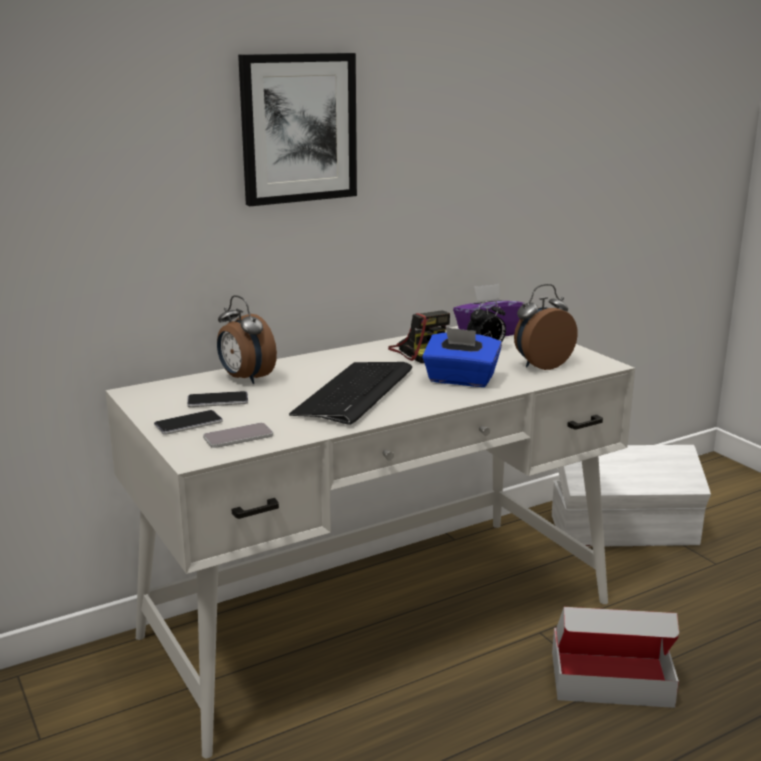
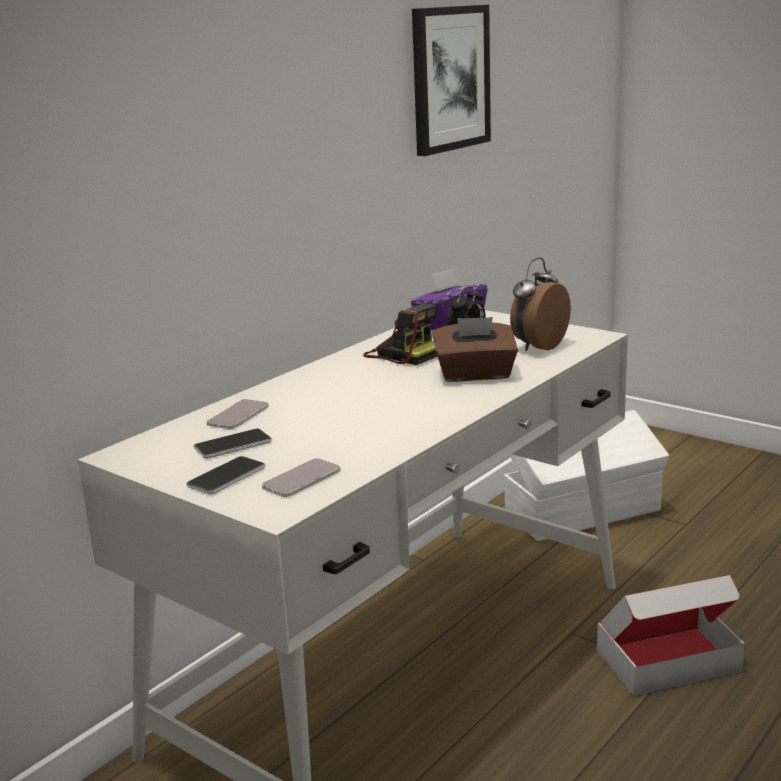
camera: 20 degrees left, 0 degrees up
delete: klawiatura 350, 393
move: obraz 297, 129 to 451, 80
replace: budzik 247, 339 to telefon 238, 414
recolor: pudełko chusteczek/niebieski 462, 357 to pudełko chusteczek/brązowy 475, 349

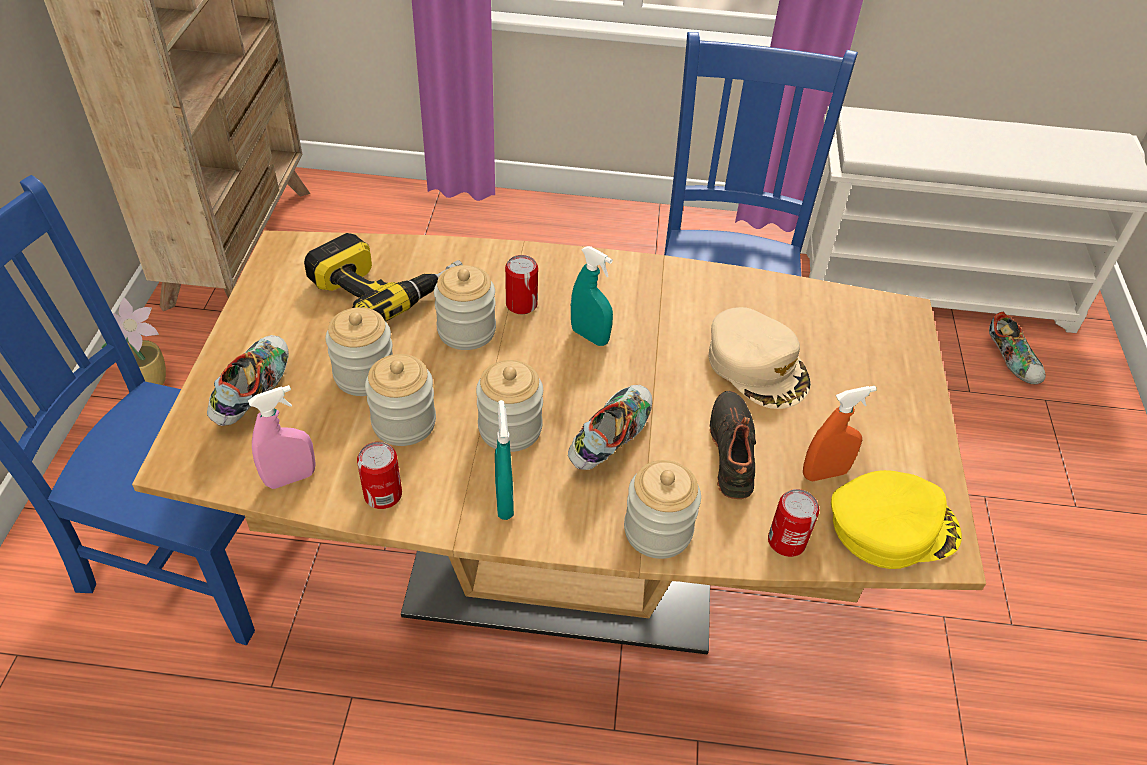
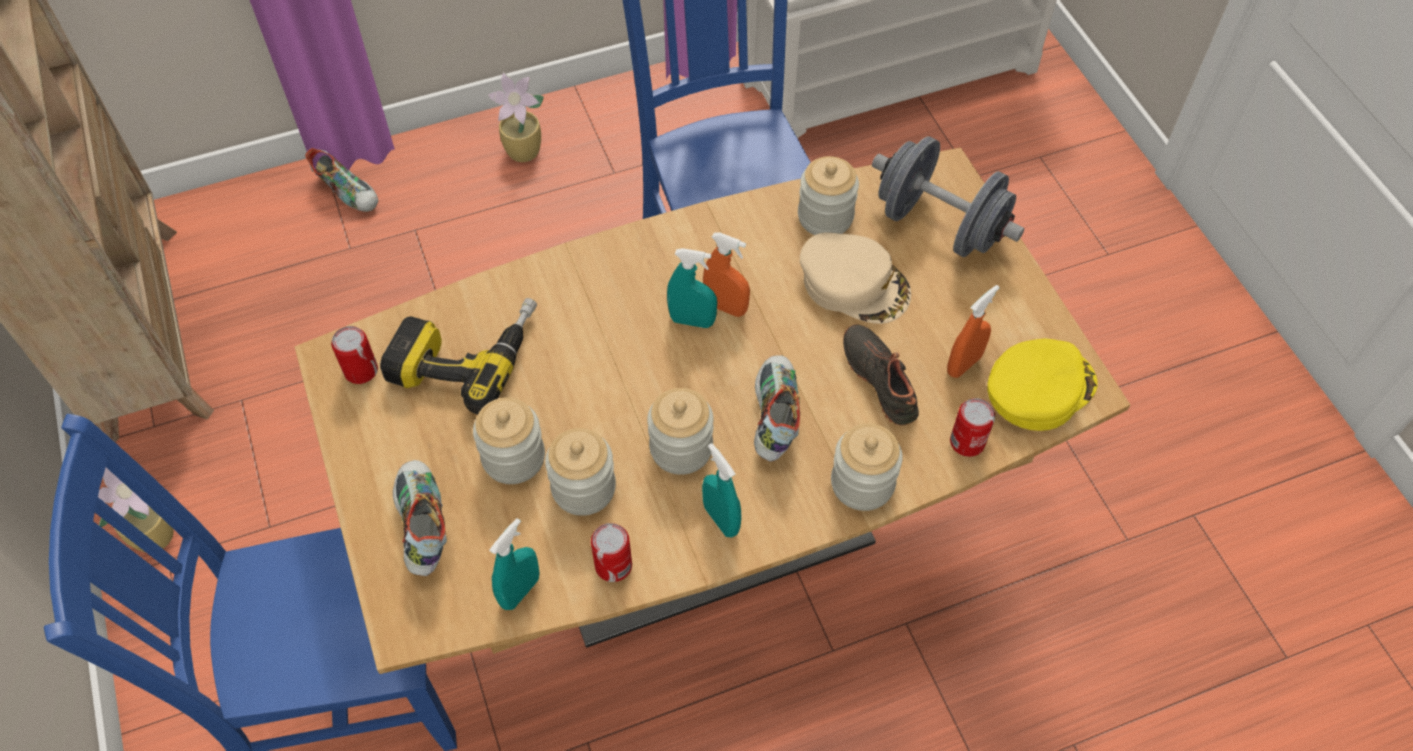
camera: 25 degrees left, 10 degrees up
insert: roślina doniczkowa 516, 117; spryskiwacz/pomarańczowy 726, 275; hantel/szary 948, 196
move: słoik 465, 307 to 828, 195; puszka 521, 284 to 354, 355; but 1017, 348 to 341, 180
recolor: spryskiwacz/różowy 282, 437 to spryskiwacz/turkusowy 514, 564

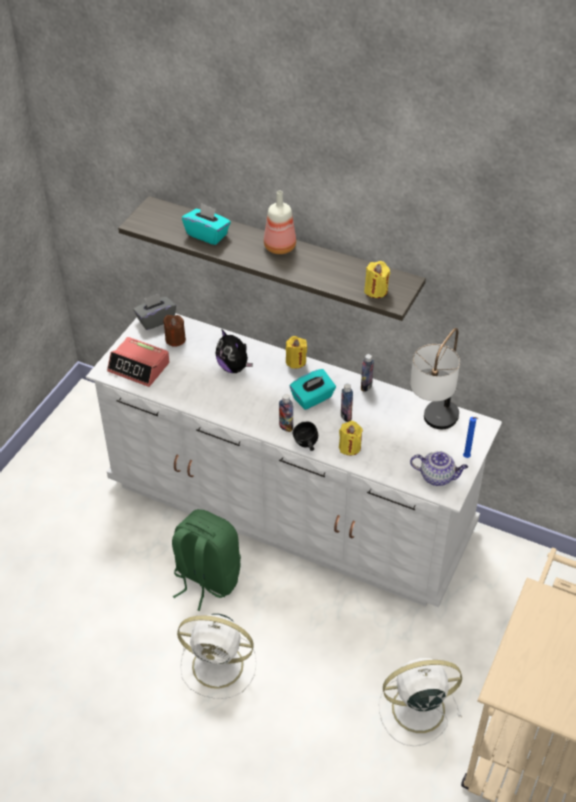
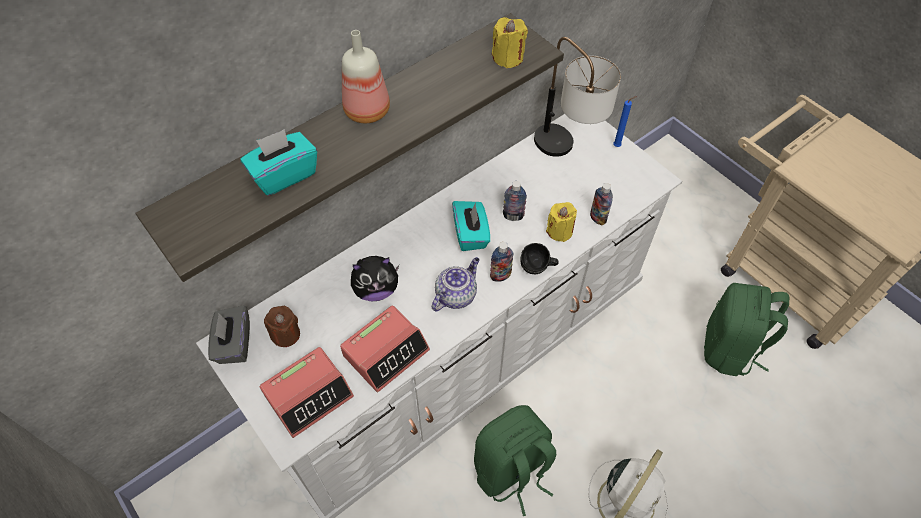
camera: 65 degrees left, 10 degrees up
delete: świeca/żółty 296, 352
insert: budzik 385, 349
move: butelka 367, 373 to 601, 204; imbryk 439, 468 to 456, 284
replace: wentylator/biały 420, 702 to plecak/zielony 746, 329

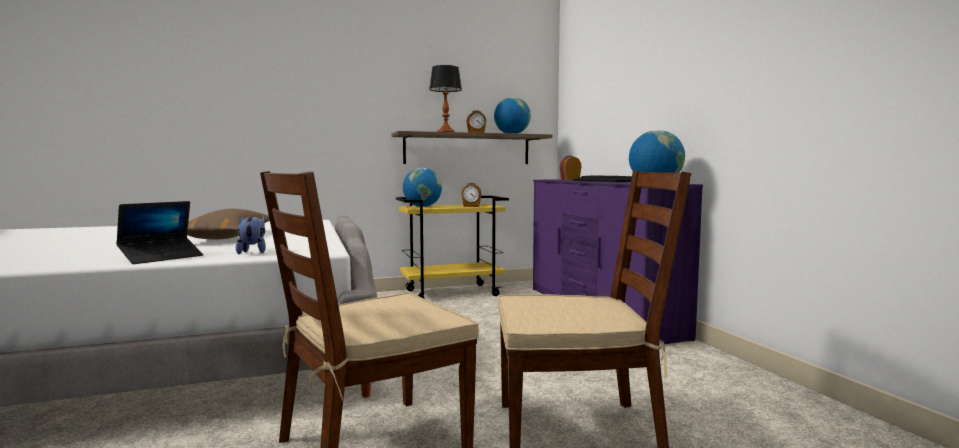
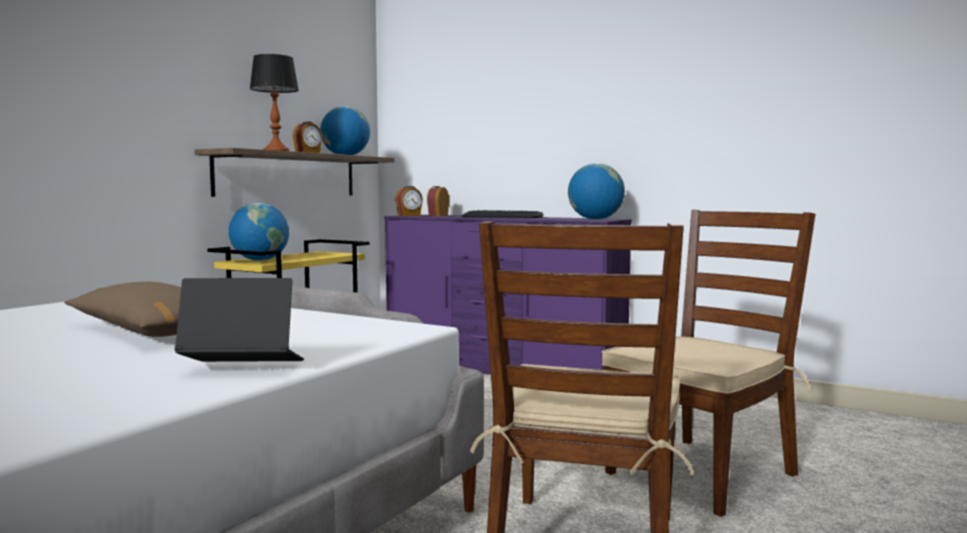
camera: 40 degrees left, 0 degrees up
delete: pluszak 251, 234
move: budzik 471, 195 to 409, 201
rotate: laptop 159, 232 = 239, 320 90 degrees counterclockwise

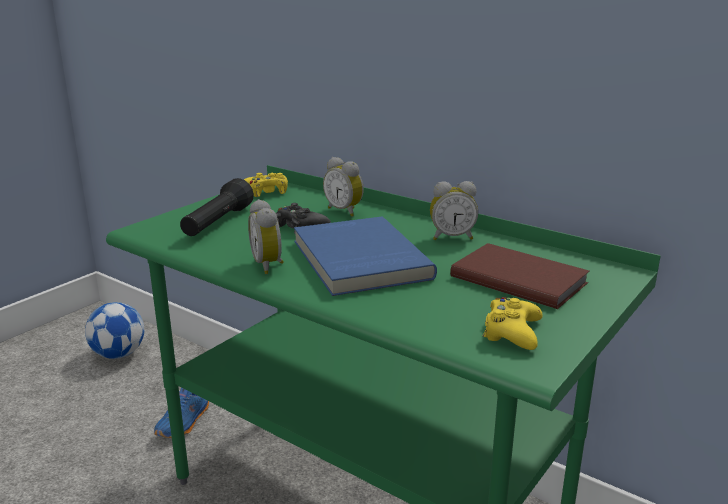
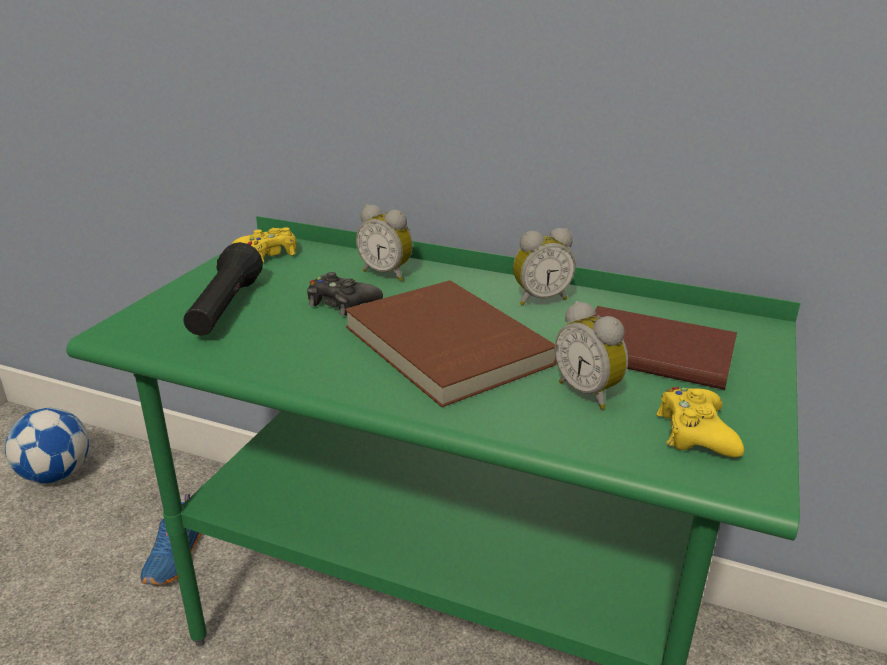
camera: 15 degrees left, 5 degrees up
move: budzik 266, 236 to 591, 355
recolor: książka/niebieski 365, 256 to książka/brązowy 451, 343

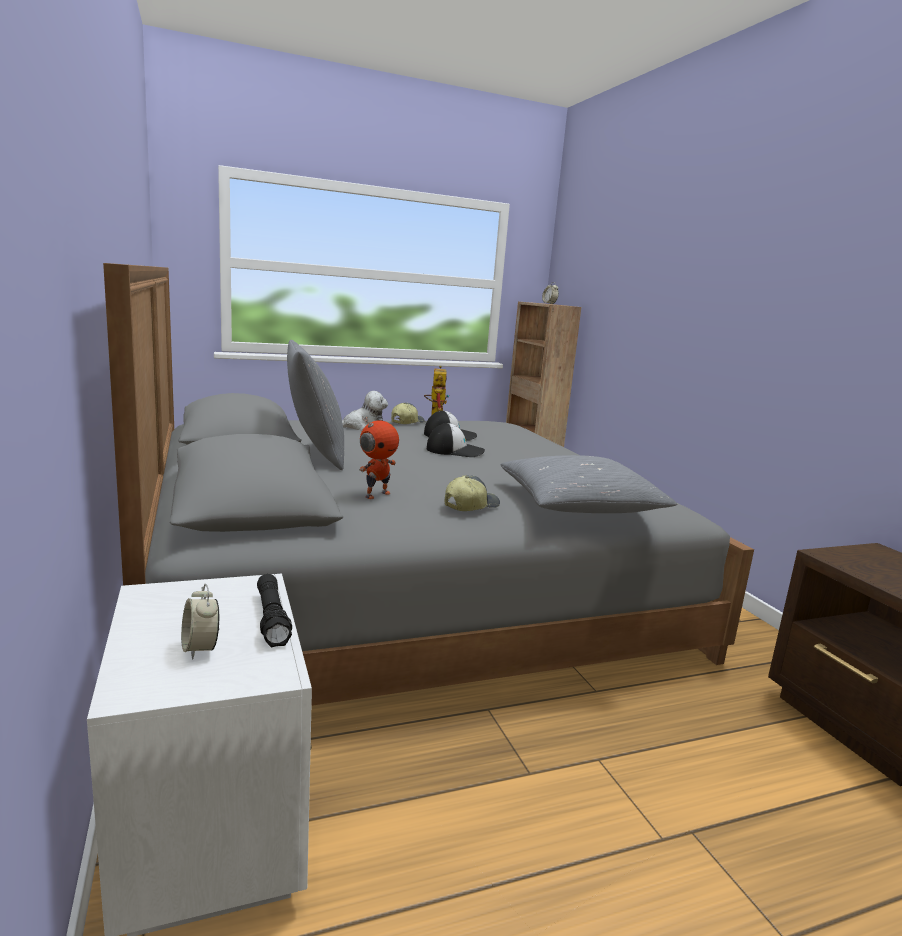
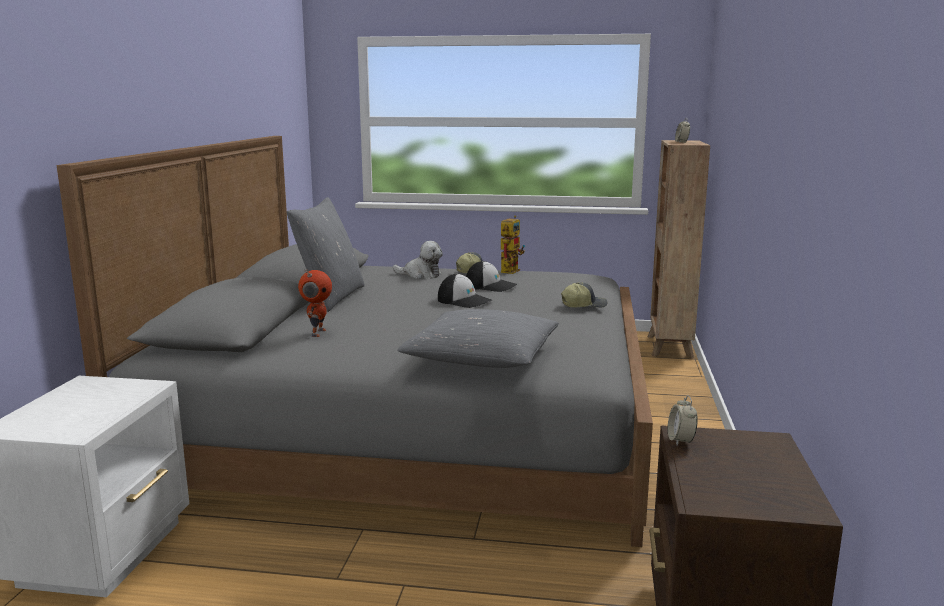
camera: 30 degrees right, 0 degrees up
delete: latarka/czarny 274, 610
move: budzik 200, 621 to 683, 420; czapka z daszkiem 472, 493 to 584, 294
rotate: robot zabawkowy 379, 457 = 315, 303 60 degrees counterclockwise

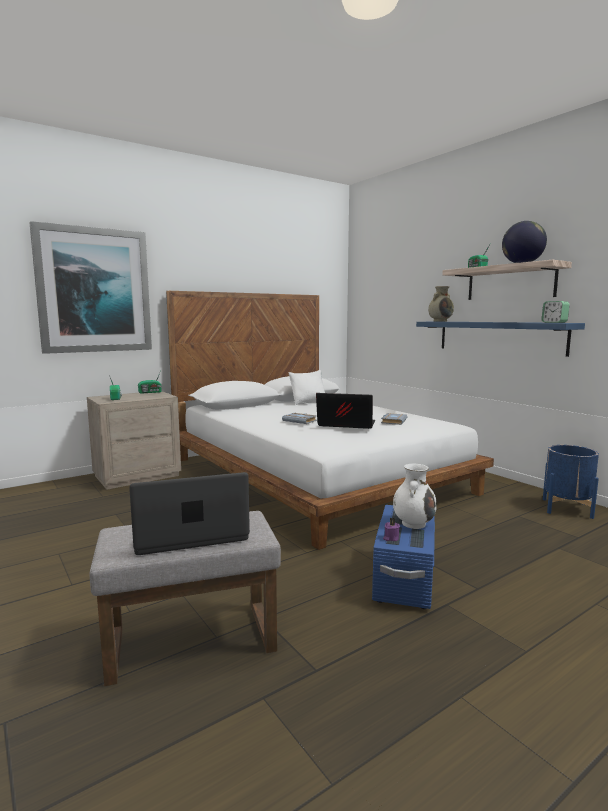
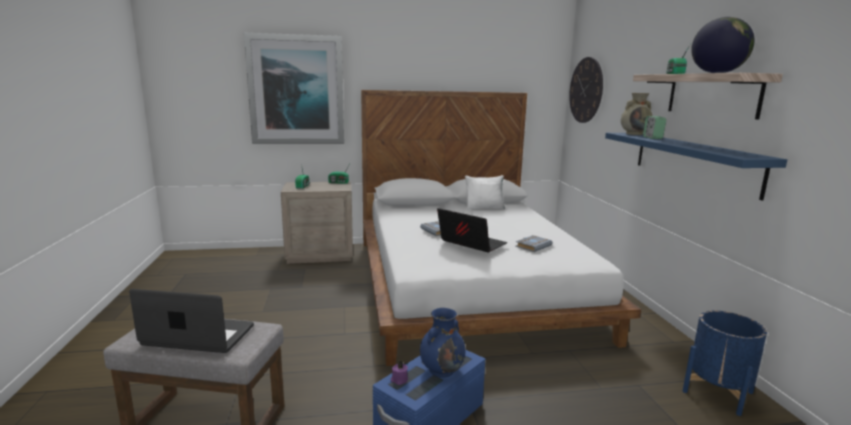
camera: 25 degrees right, 5 degrees up
insert: zegar ścienny 586, 90
move: budzik 556, 312 to 654, 127
recolor: wazon/biały 415, 496 to wazon/niebieski 442, 343

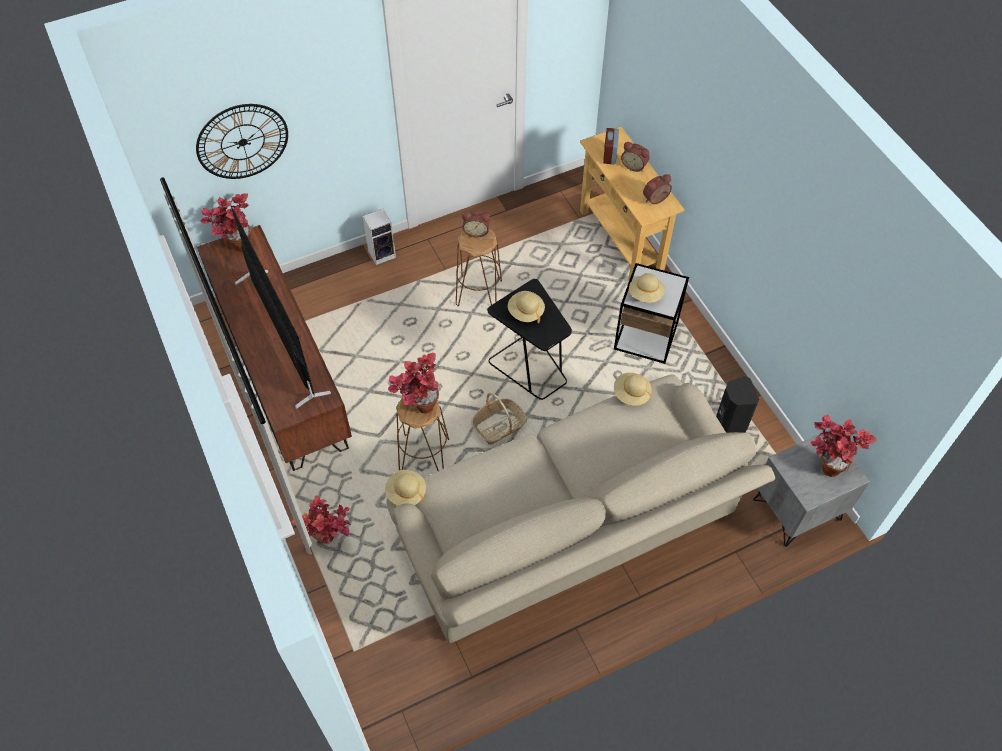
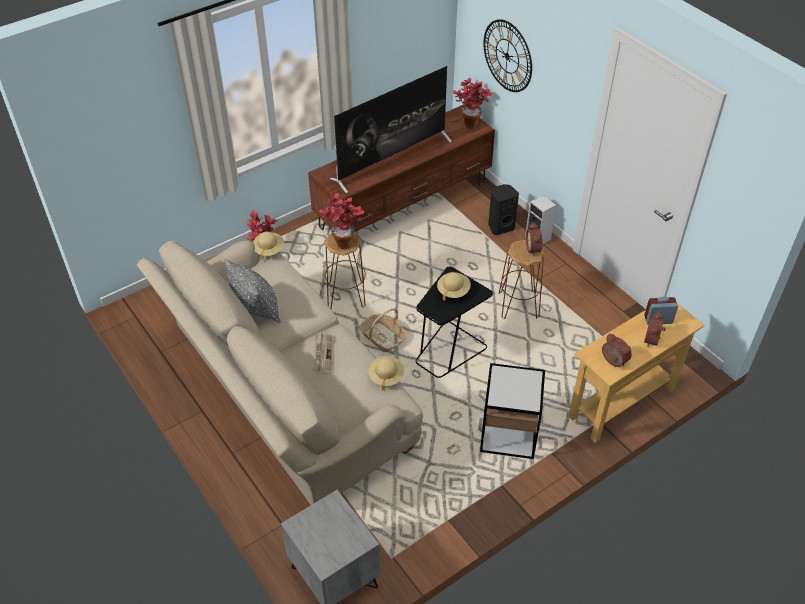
camera: 80 degrees right, 10 degrees down
delete: kapelusz/beżowy 647, 288; roślina doniczkowa 844, 446
insert: poduszka/szary 252, 291; gazeta 322, 353
move: głośnik/czarny 737, 404 to 503, 209

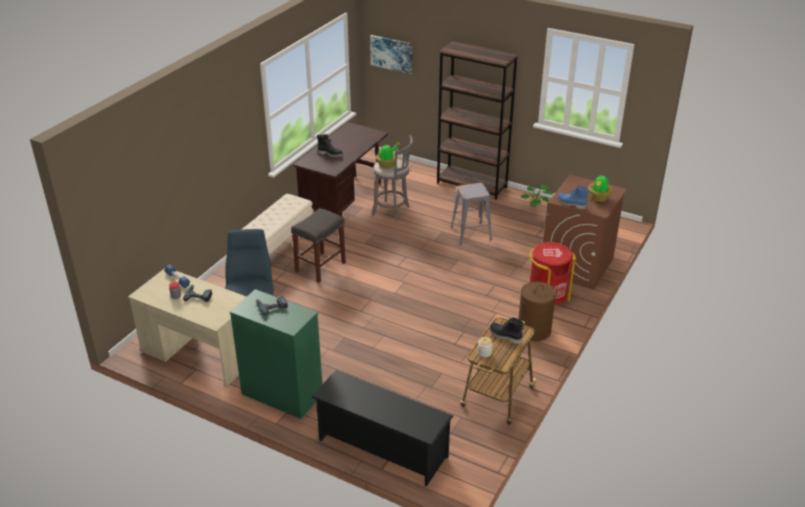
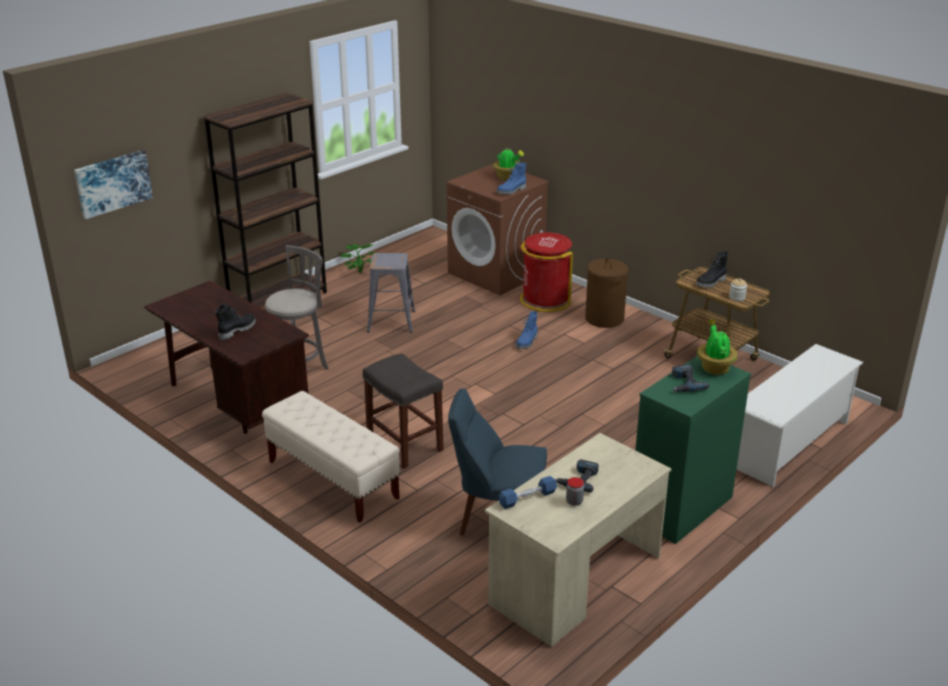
camera: 75 degrees left, 5 degrees down
insert: but z cholewką/niebieski 527, 330
move: roślina doniczkowa 388, 155 to 717, 347
recolor: regał na buty/czarny 382, 428 to regał na buty/biały 799, 415

